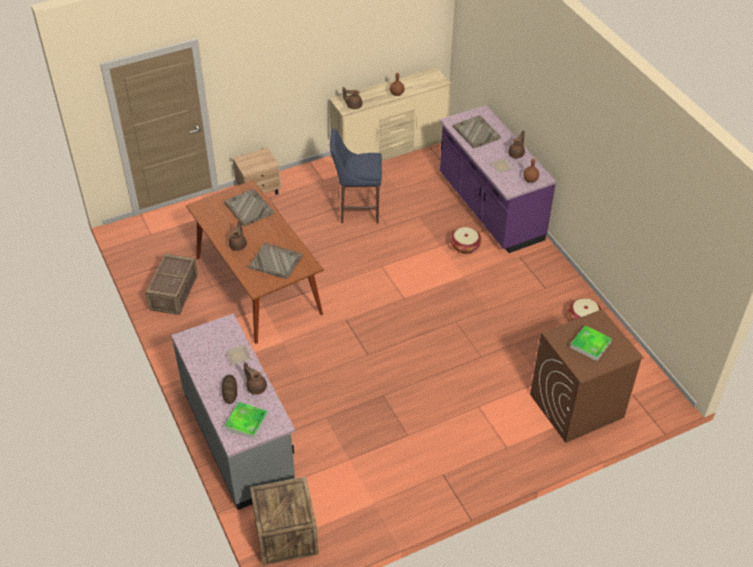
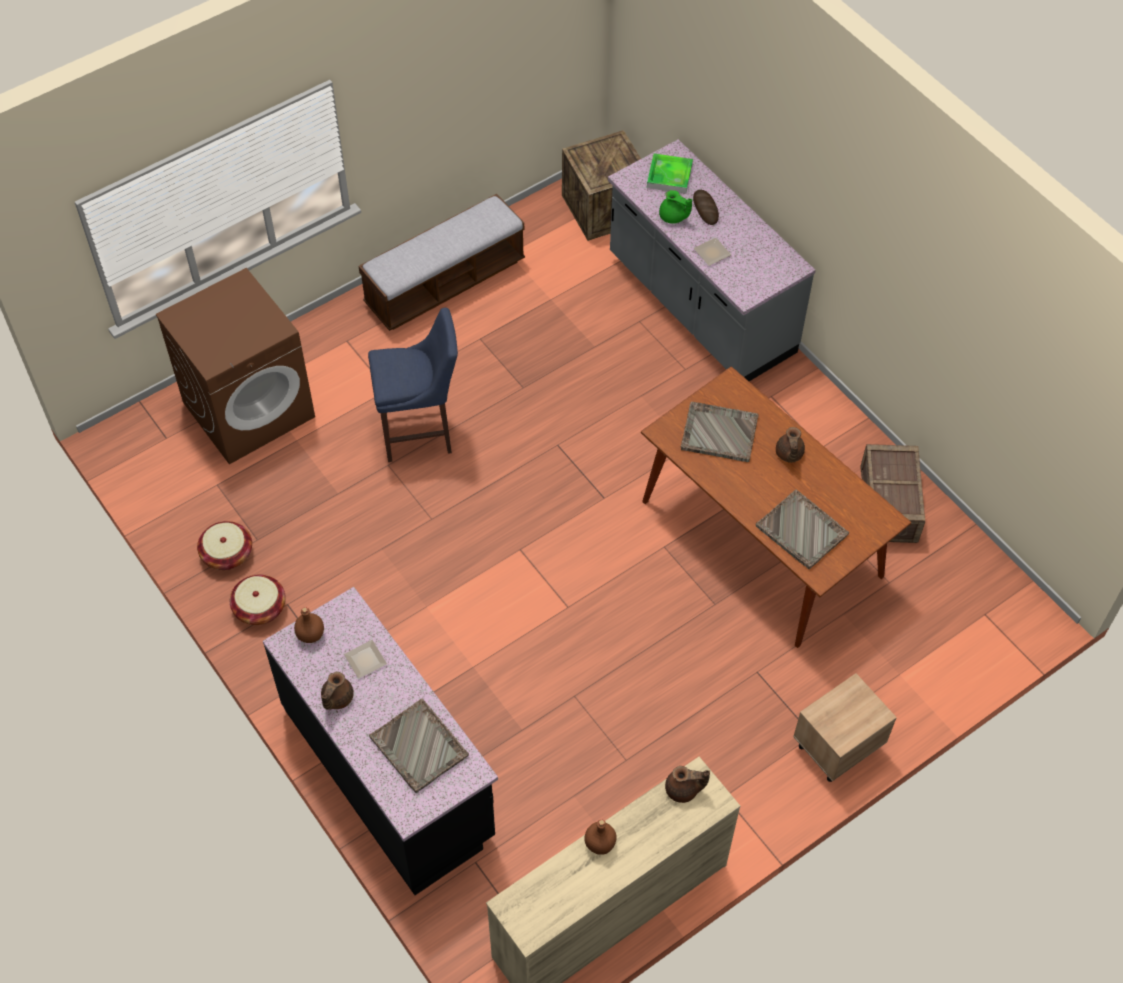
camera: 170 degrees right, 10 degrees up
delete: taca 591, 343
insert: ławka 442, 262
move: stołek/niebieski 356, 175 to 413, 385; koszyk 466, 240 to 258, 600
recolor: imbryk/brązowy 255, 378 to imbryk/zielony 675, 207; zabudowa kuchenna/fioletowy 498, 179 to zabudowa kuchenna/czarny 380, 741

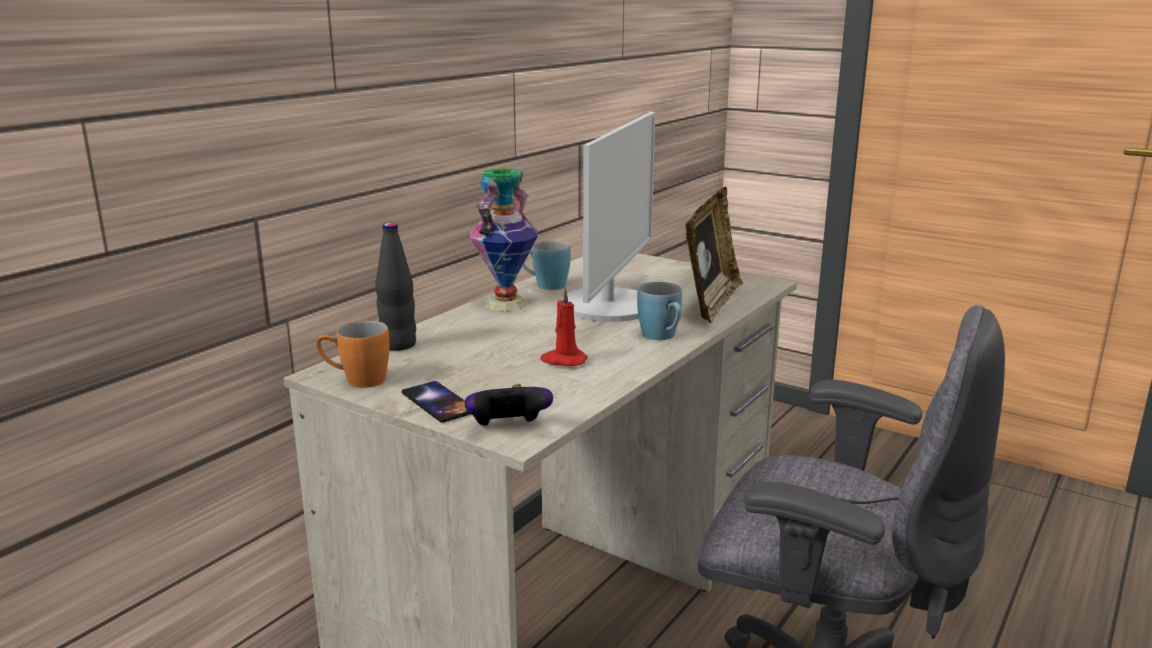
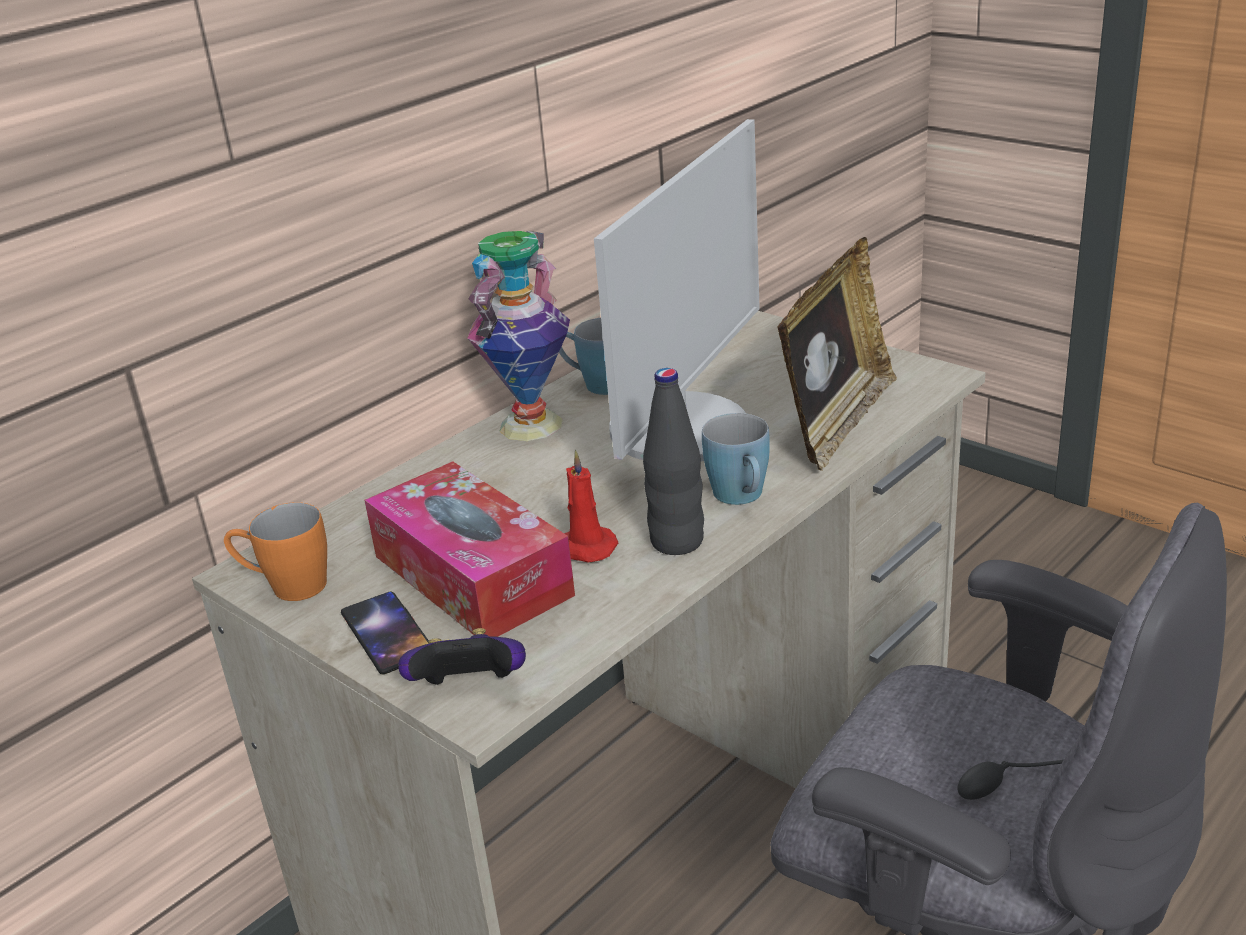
camera: 10 degrees right, 10 degrees up
insert: pudełko chusteczek 469, 549
move: butelka/czarny 395, 287 to 673, 461

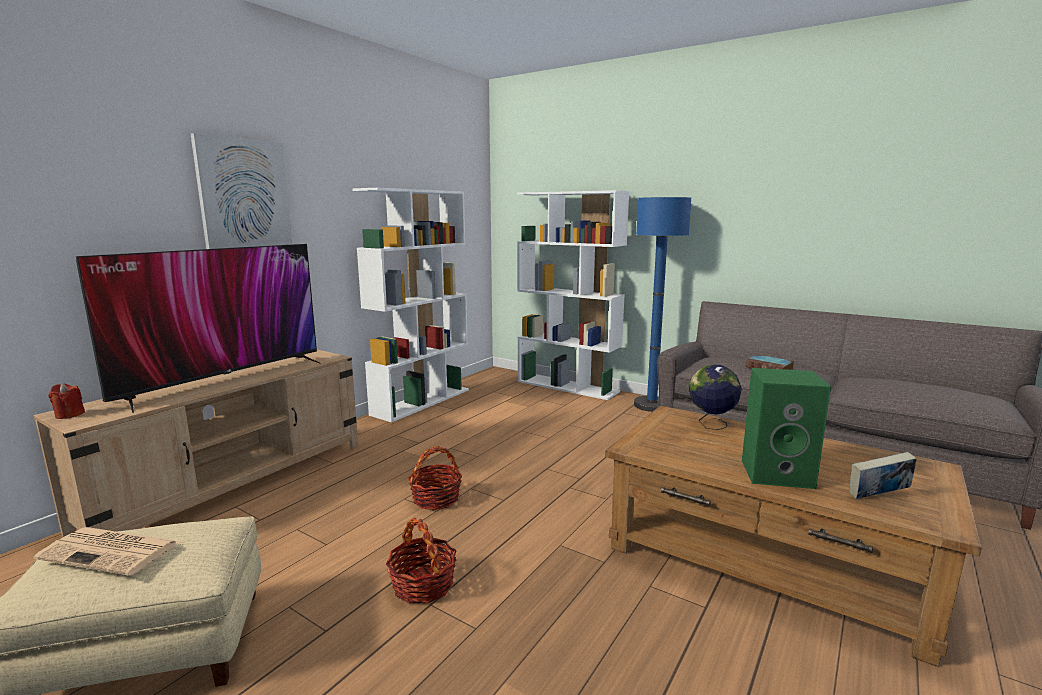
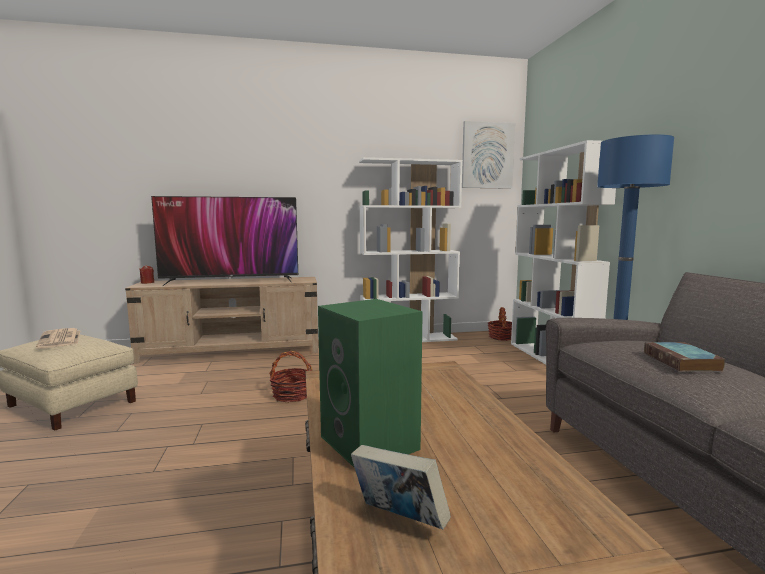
camera: 45 degrees right, 5 degrees down
delete: globus 715, 397
move: obraz 241, 191 to 488, 155; koszyk 421, 561 to 500, 324

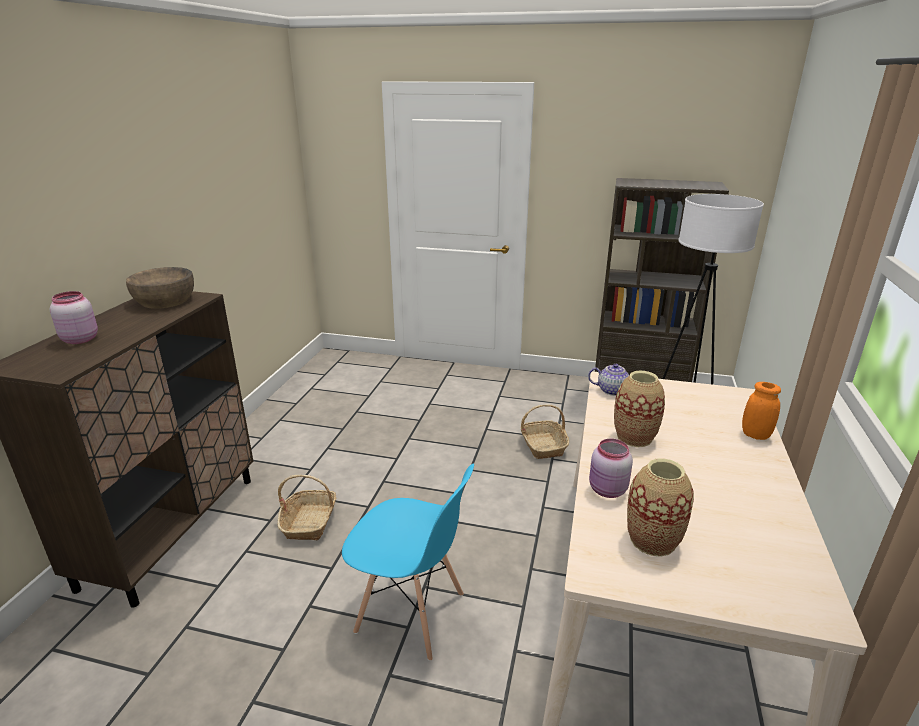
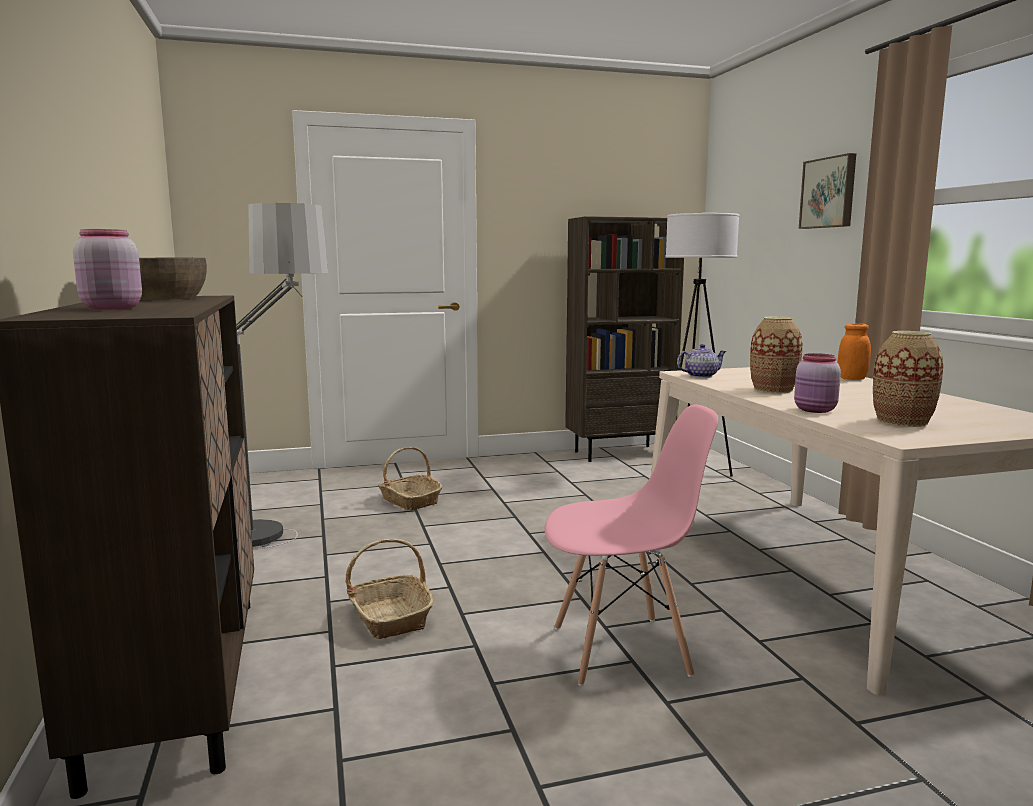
camera: 30 degrees left, 15 degrees down
insert: lampa stojąca 282, 376; obraz 827, 191
move: koszyk 545, 431 to 410, 478
recolor: krzesło/niebieski 408, 562 to krzesło/różowy 631, 545

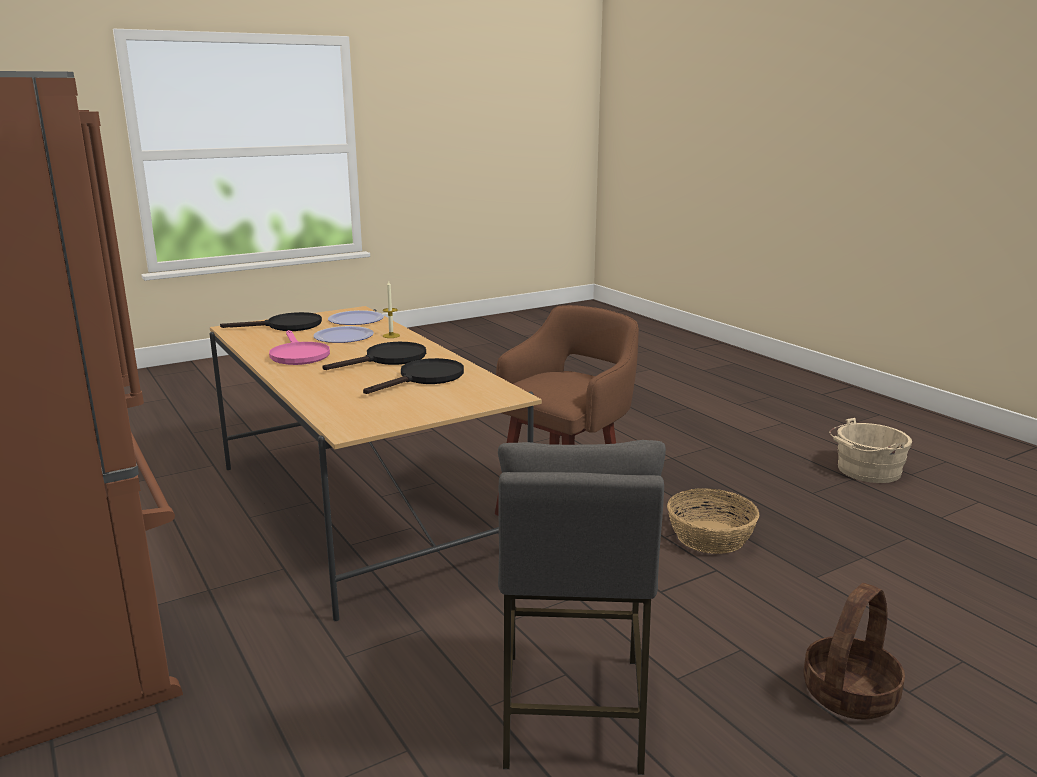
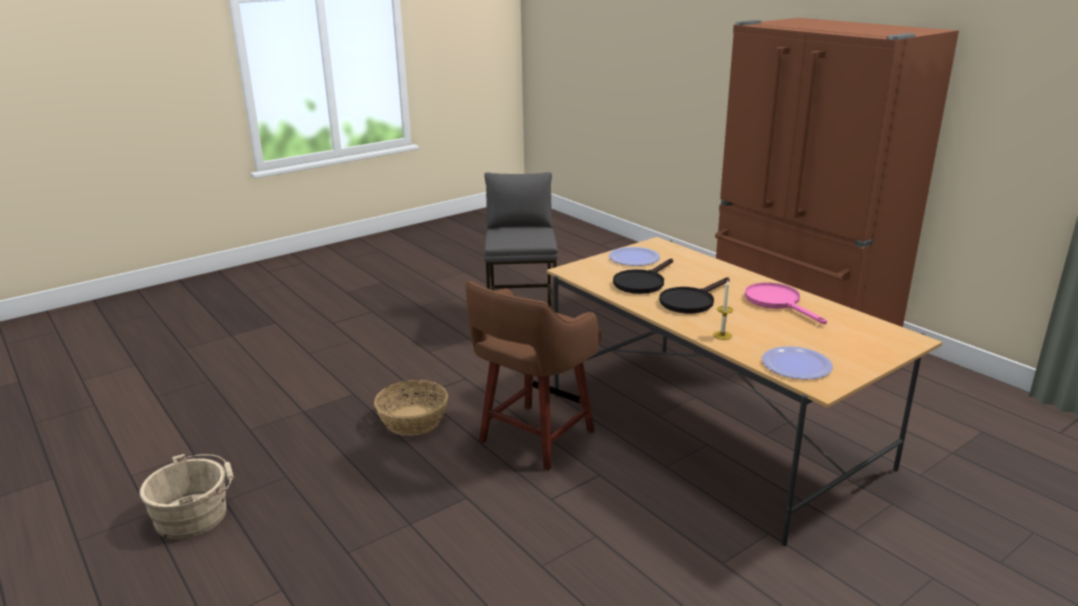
camera: 175 degrees right, 5 degrees up
delete: patelnia/czarny 271, 321; koszyk 854, 651
move: talerz 343, 334 to 634, 256

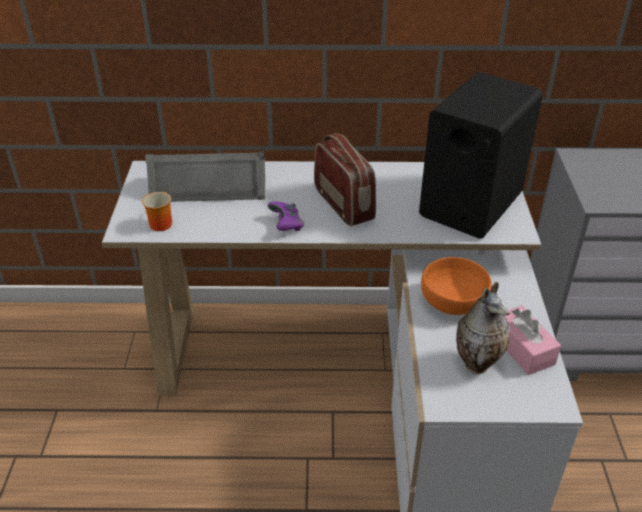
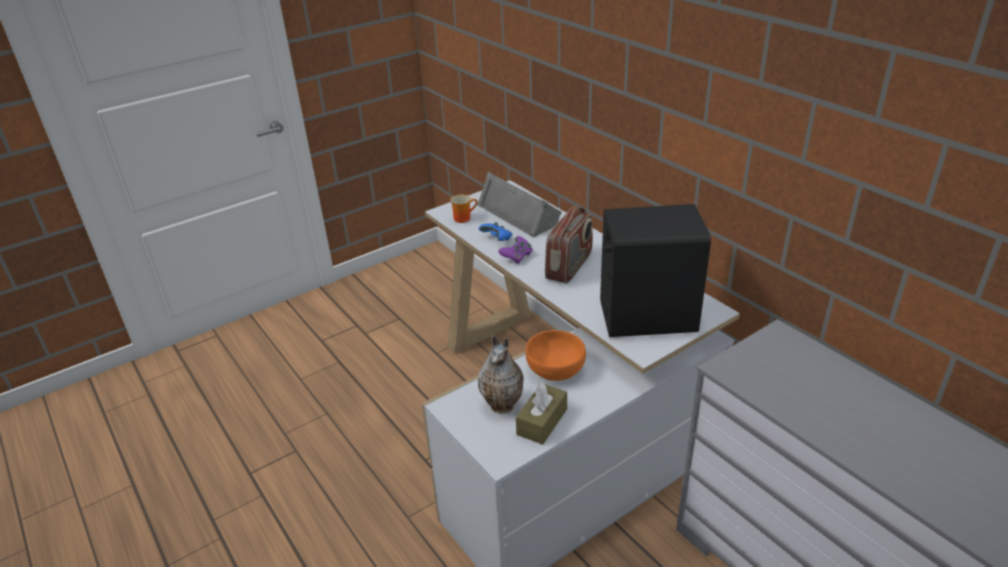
camera: 55 degrees right, 5 degrees down
insert: pad do gier/niebieski 496, 231
recolor: pudełko chusteczek/różowy 533, 340 to pudełko chusteczek/brązowy 541, 414

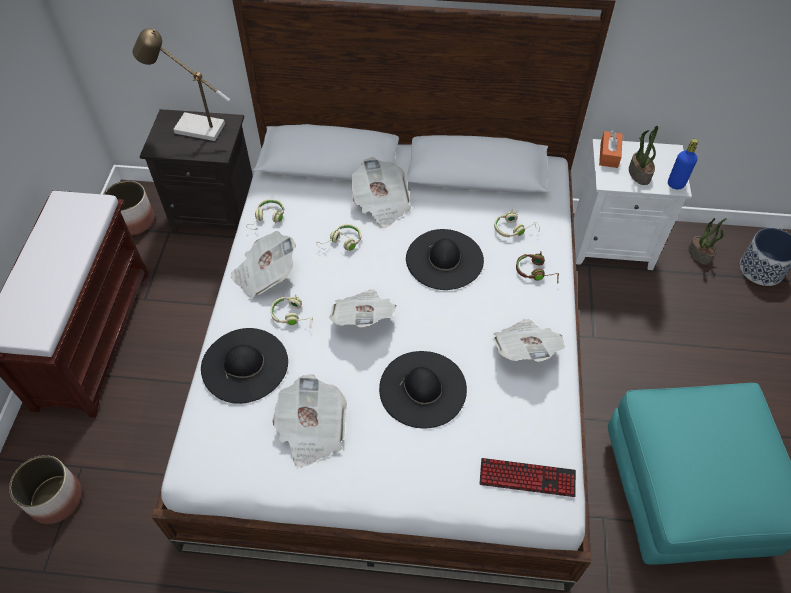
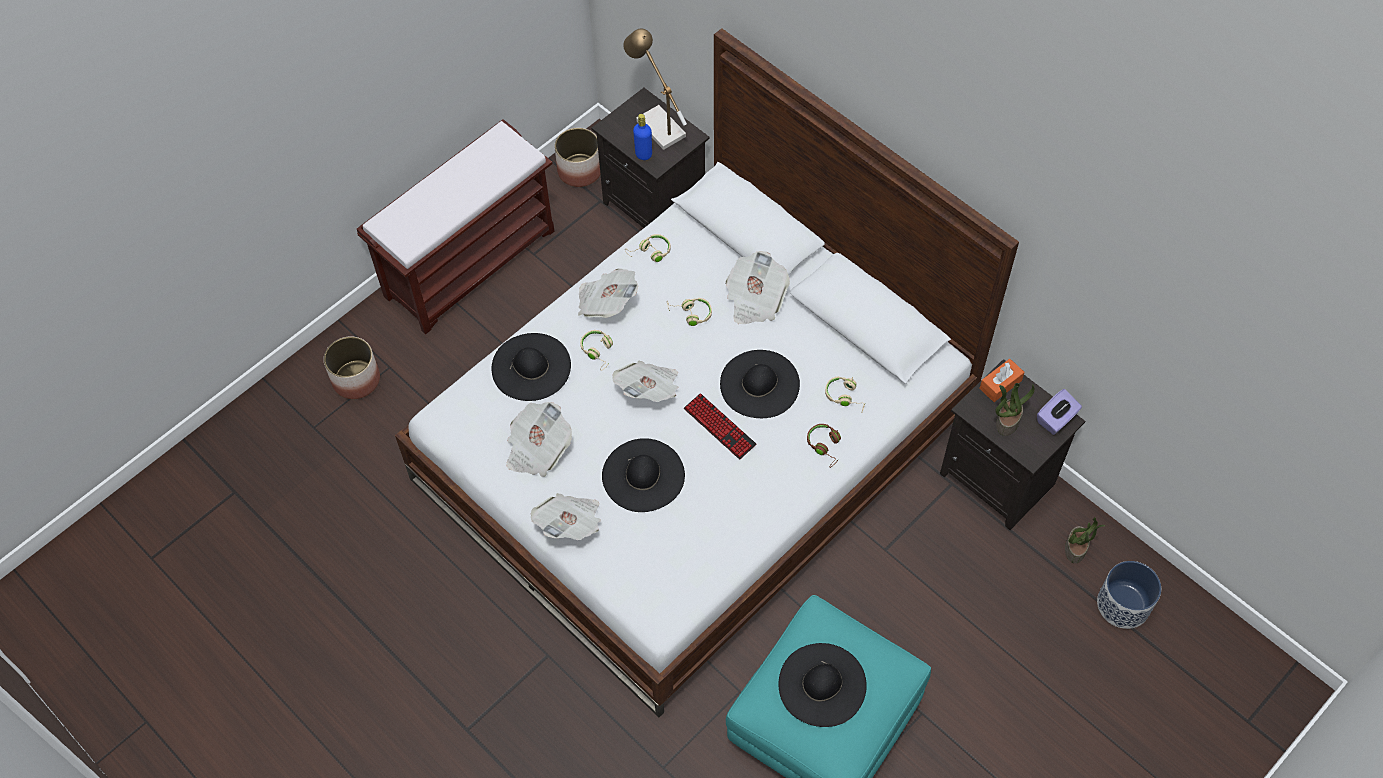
camera: 40 degrees right, 5 degrees up
insert: kapelusz/czarny 823, 685; pudełko chusteczek/fioletowy 1059, 412
move: klawiatura 527, 477 to 720, 426; gazeta 529, 340 to 566, 516; butelka/niebieski 683, 164 to 642, 137
recolor: szafka nocna/biały 633, 204 to szafka nocna/czarny 1012, 444

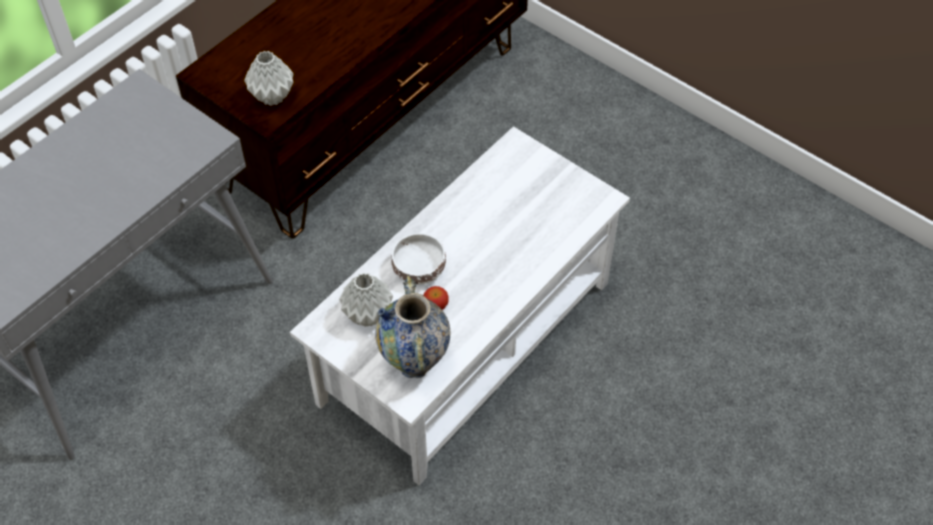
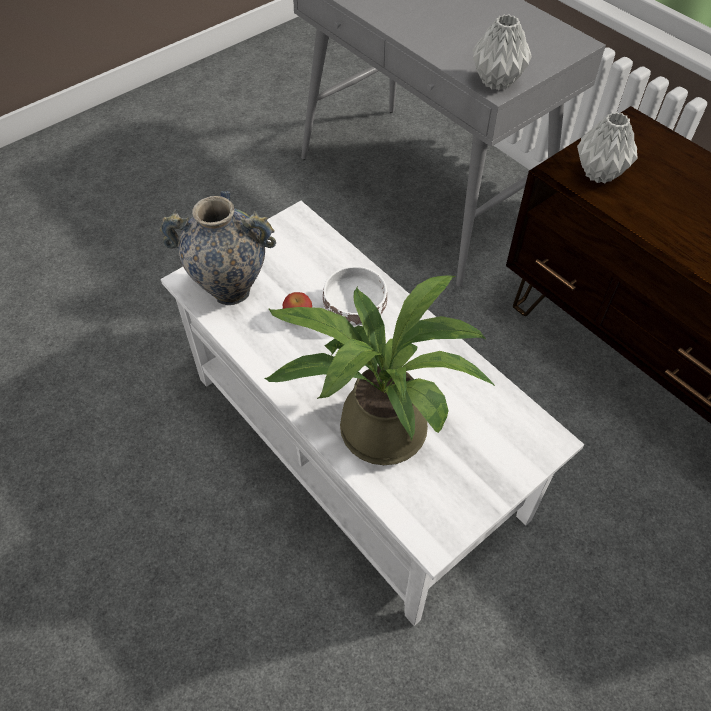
camera: 100 degrees right, 0 degrees up
insert: roślina doniczkowa 380, 370
move: wazon/szary 366, 300 to 502, 52

